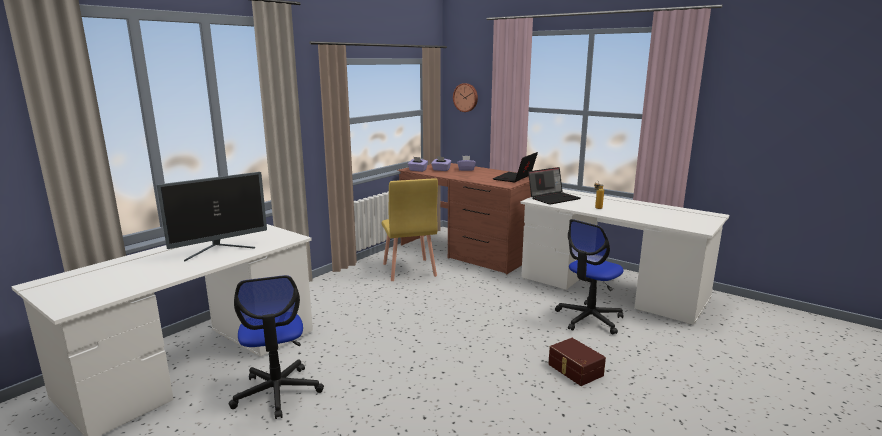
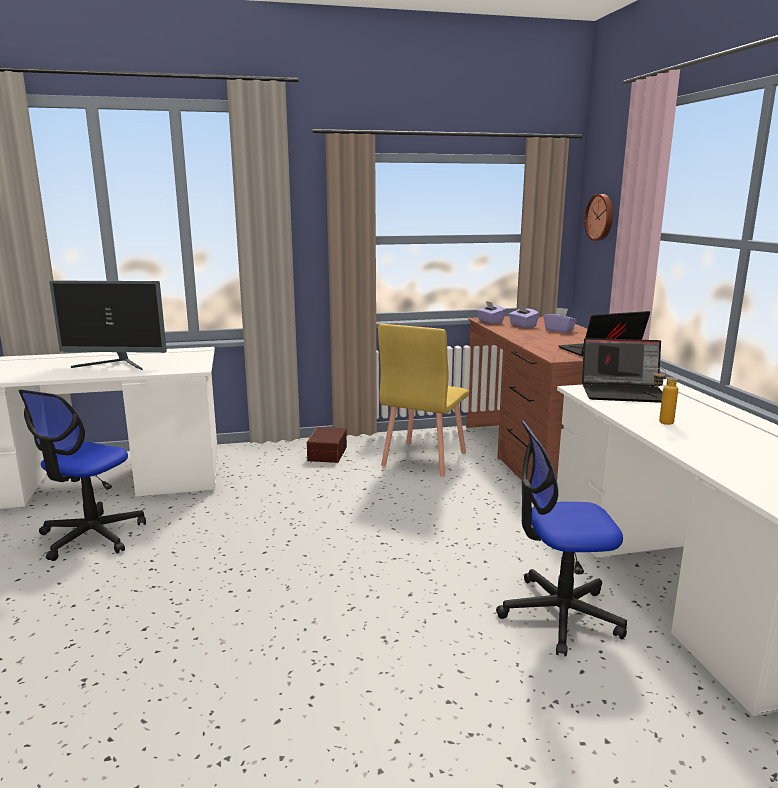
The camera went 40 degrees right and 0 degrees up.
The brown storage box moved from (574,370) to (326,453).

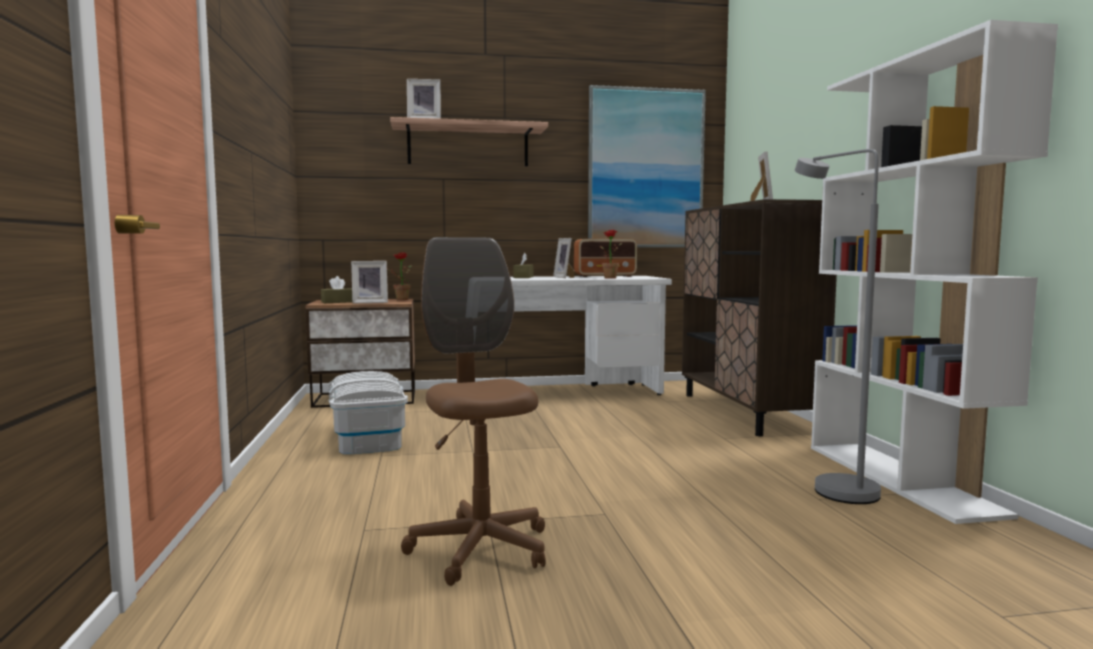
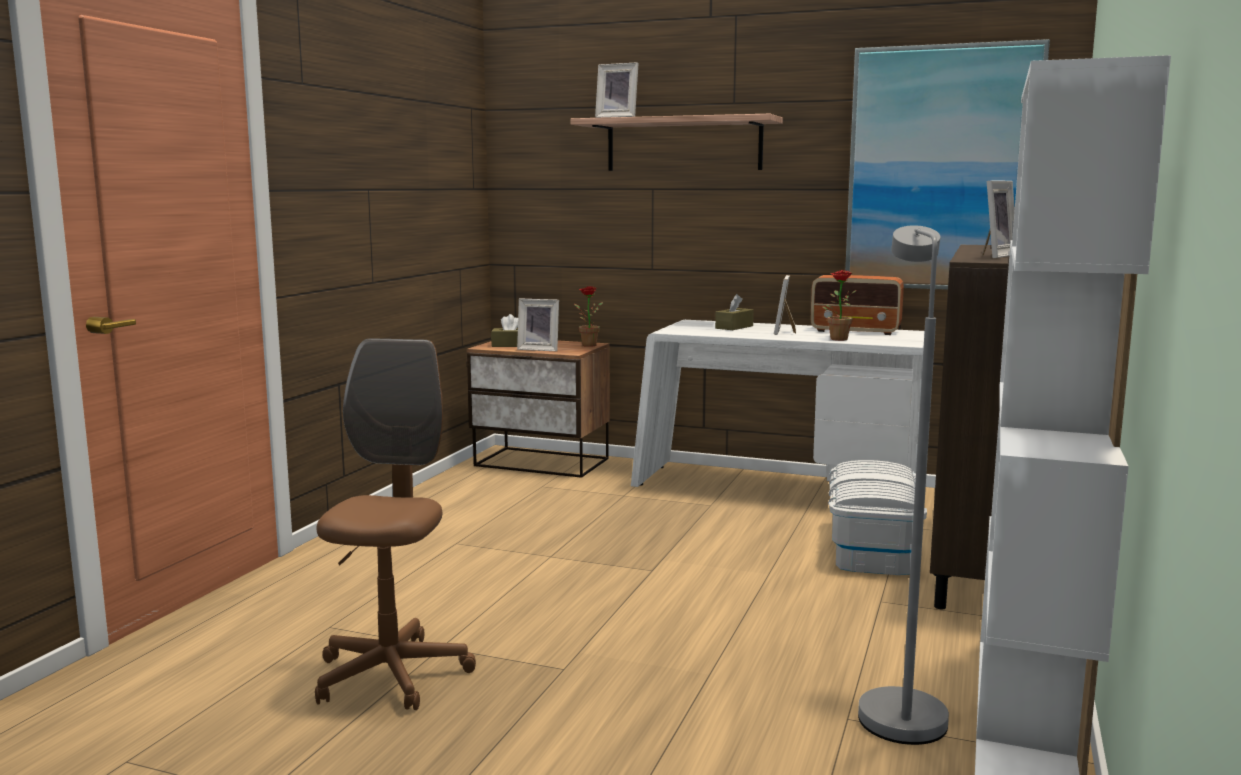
The camera went 30 degrees right and 5 degrees up.
The white storage box moved from (367,437) to (871,548).

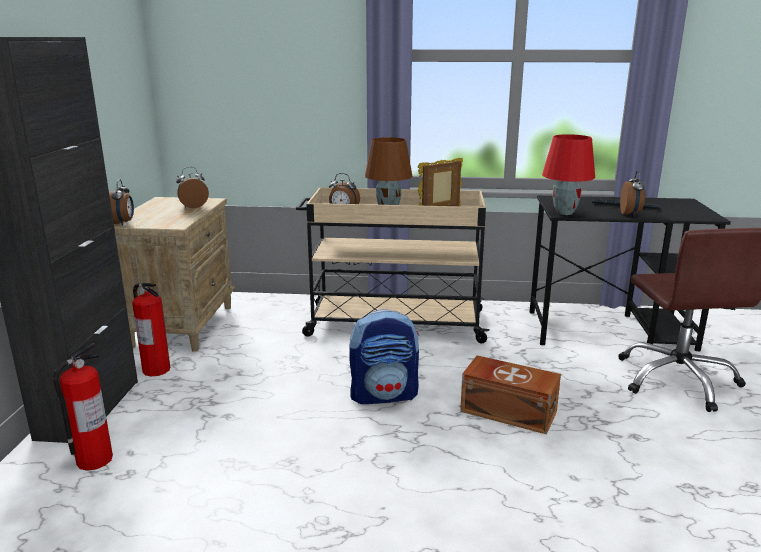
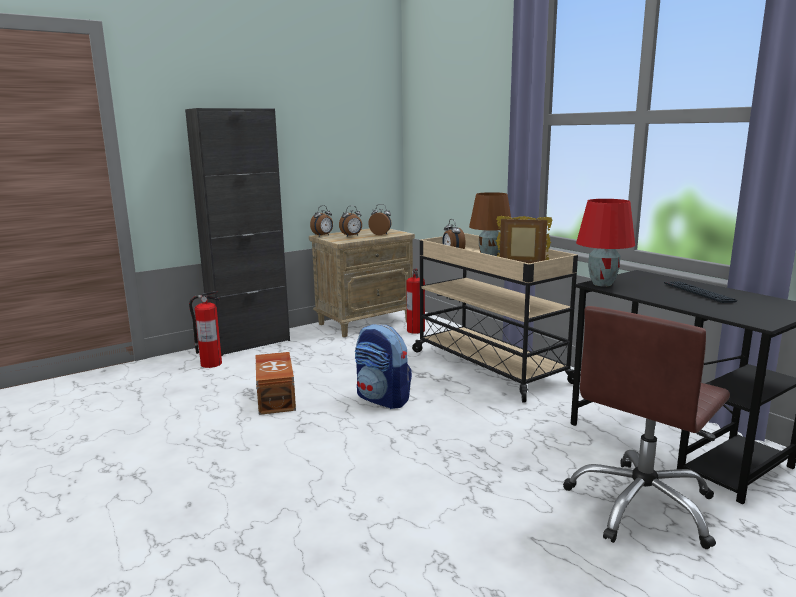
The camera went 50 degrees right and 5 degrees down.
The alarm clock moved from (630,214) to (352,236).
The fire extinguisher moved from (156,369) to (415,330).
The brown storage box moved from (507,410) to (277,397).

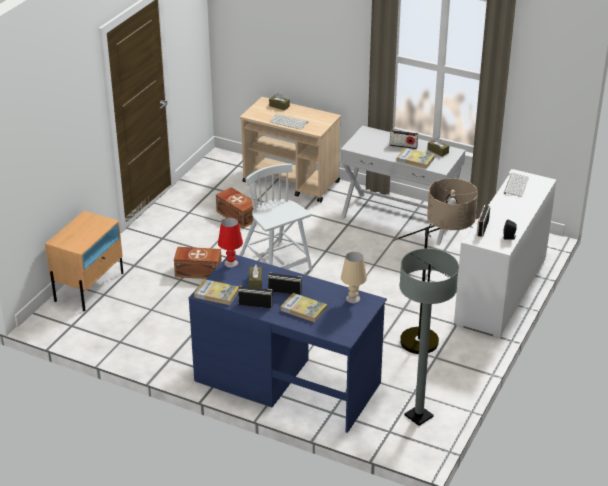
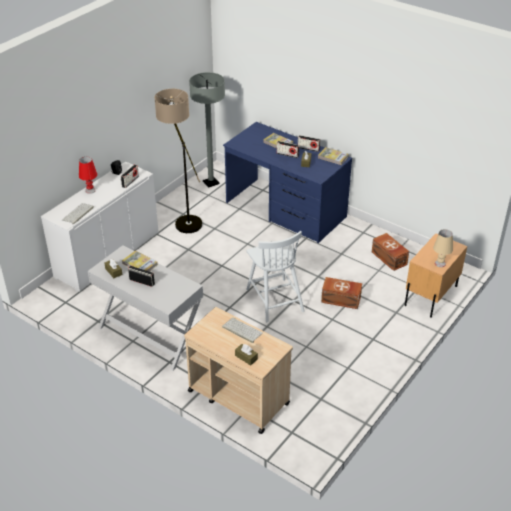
The camera went 170 degrees left and 5 degrees up.
The brown storage box moved from (237,215) to (389,258).
The red table lamp moved from (231,263) to (90,190).
The beige table lamp moved from (353,299) to (440,263).

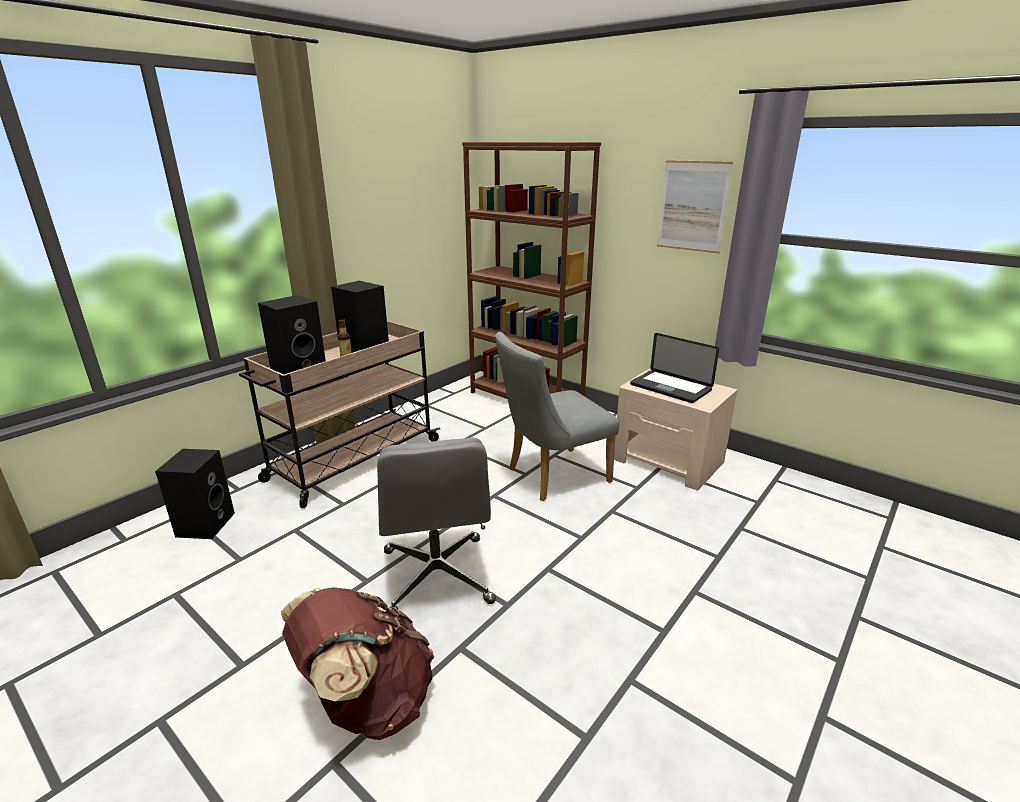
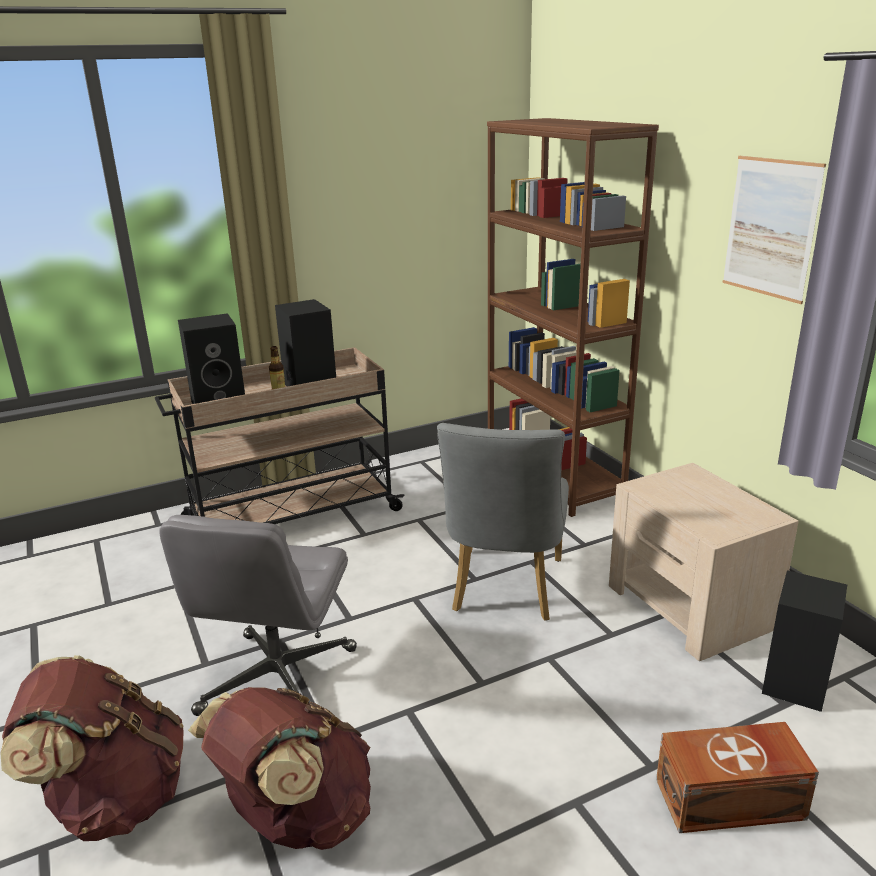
The camera went 25 degrees right and 0 degrees up.
The grey chair at (551,476) turned 75 degrees counterclockwise.
The laptop at (670,387) disappeared.
The black speaker moved from (205,524) to (793,681).
The brown backpack at (296,817) appeared.
The brown storage box at (732,800) appeared.

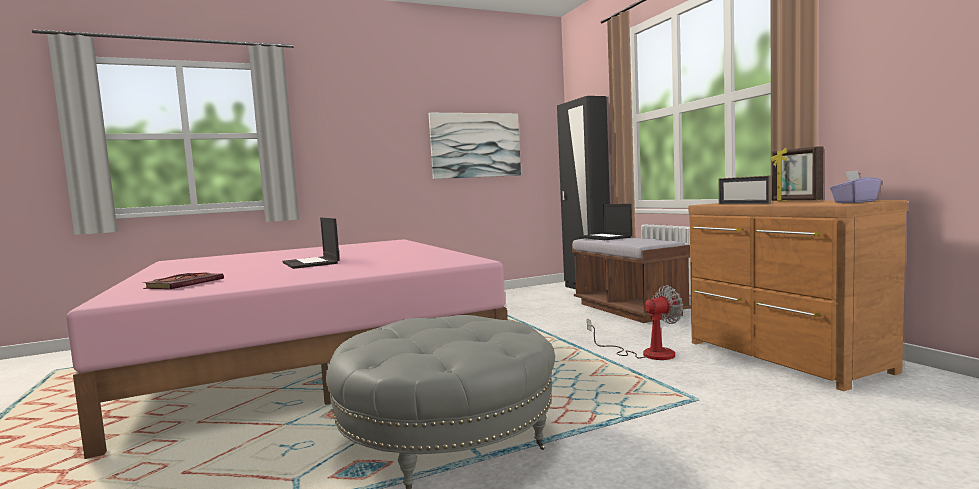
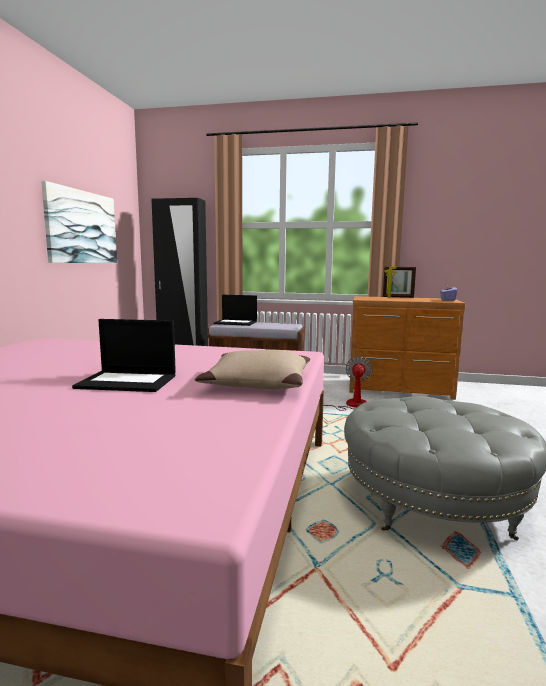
The camera went 55 degrees left and 5 degrees up.
The picture frame at (743,204) disappeared.
The book at (185,284) disappeared.
The beige pillow at (257,383) appeared.

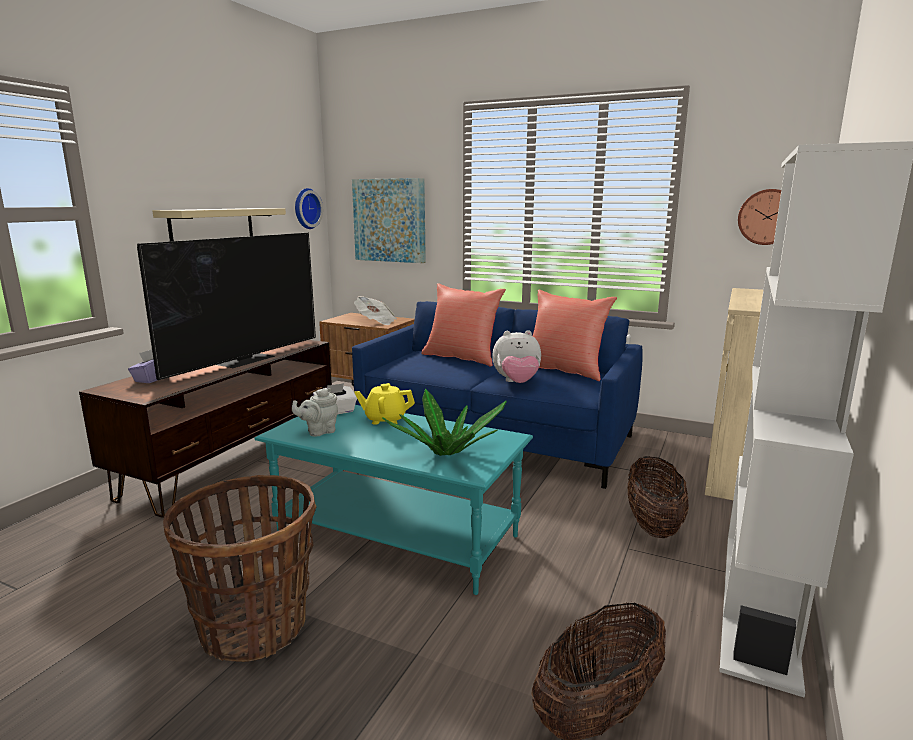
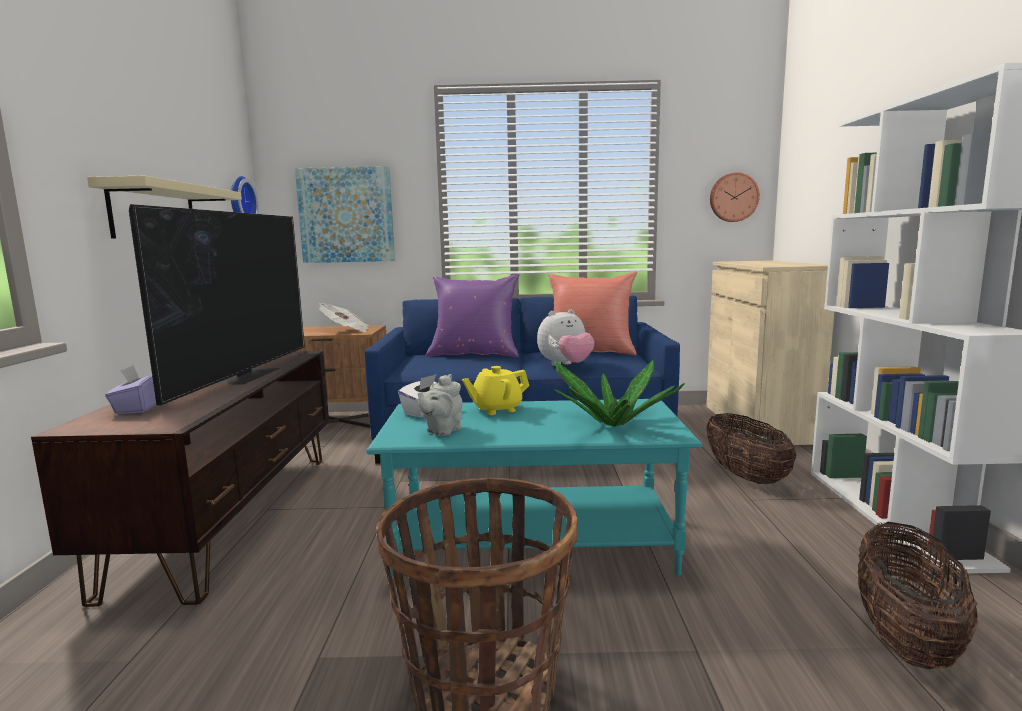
The camera went 25 degrees left and 5 degrees down.
The red pillow at (462,357) became the purple pillow at (474,354).

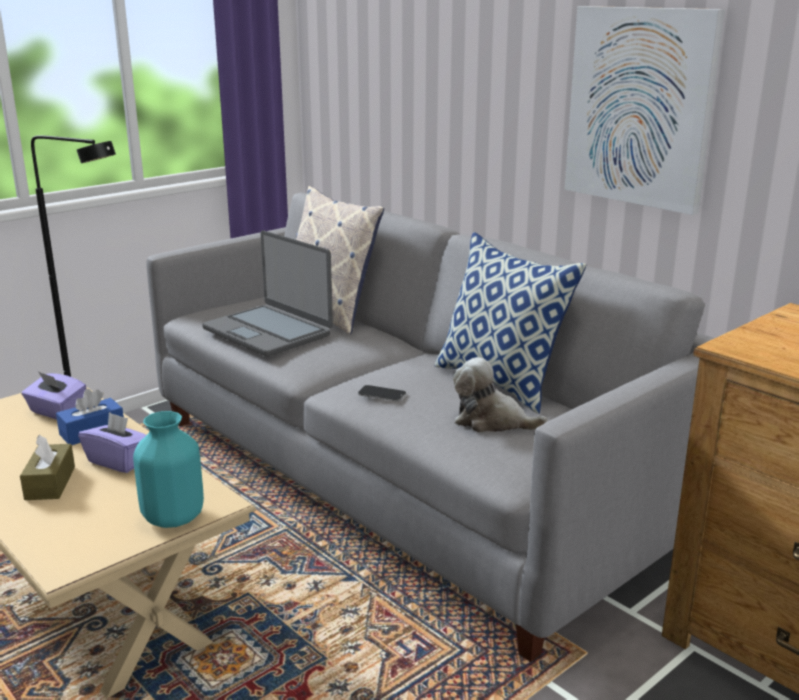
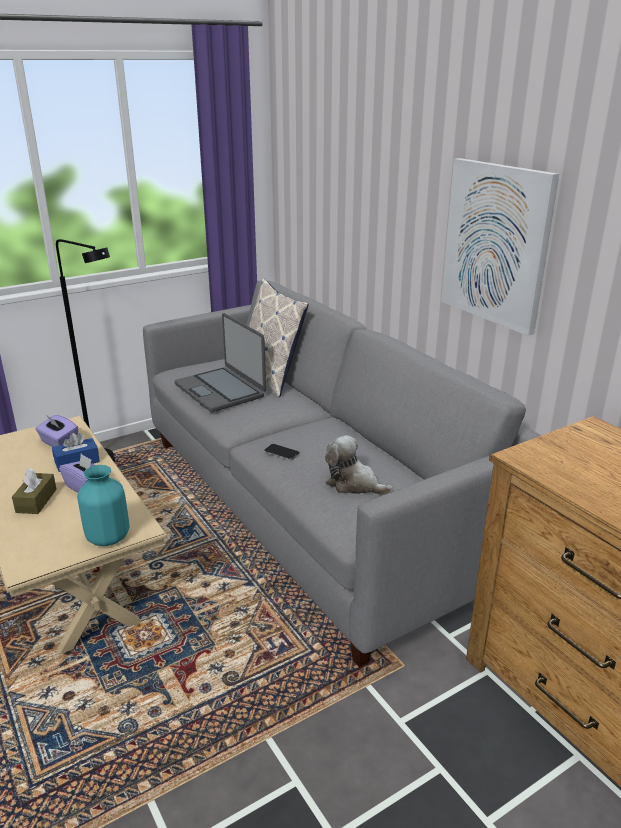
The camera went 10 degrees right and 5 degrees up.
The pillow at (501,383) disappeared.

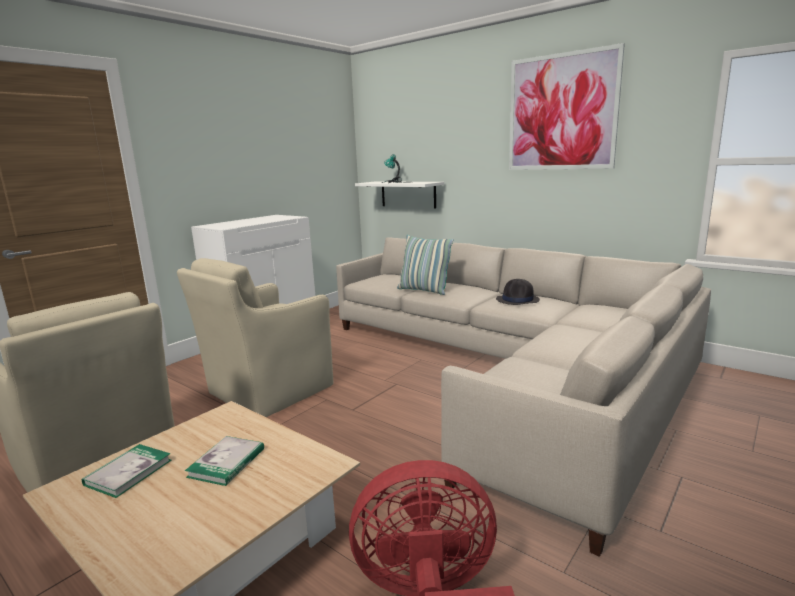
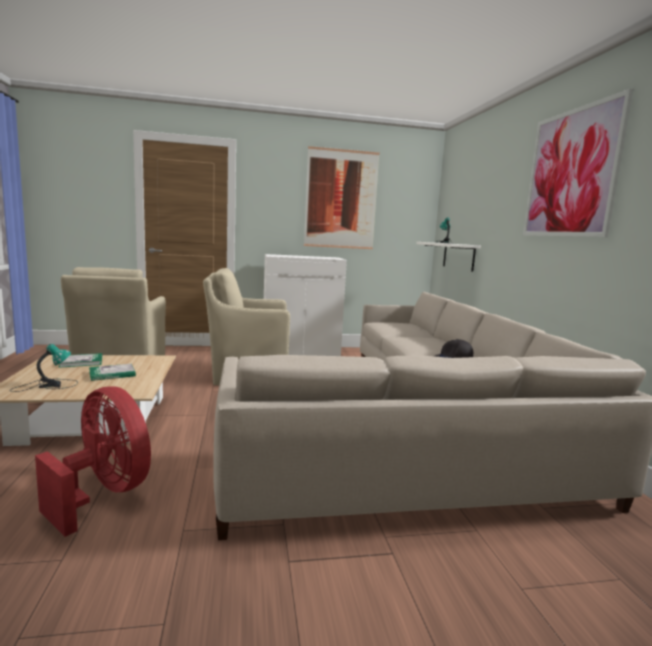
The camera went 40 degrees right and 5 degrees down.
The pillow at (424,290) disappeared.
The picture at (341,199) appeared.
The table lamp at (47,385) appeared.

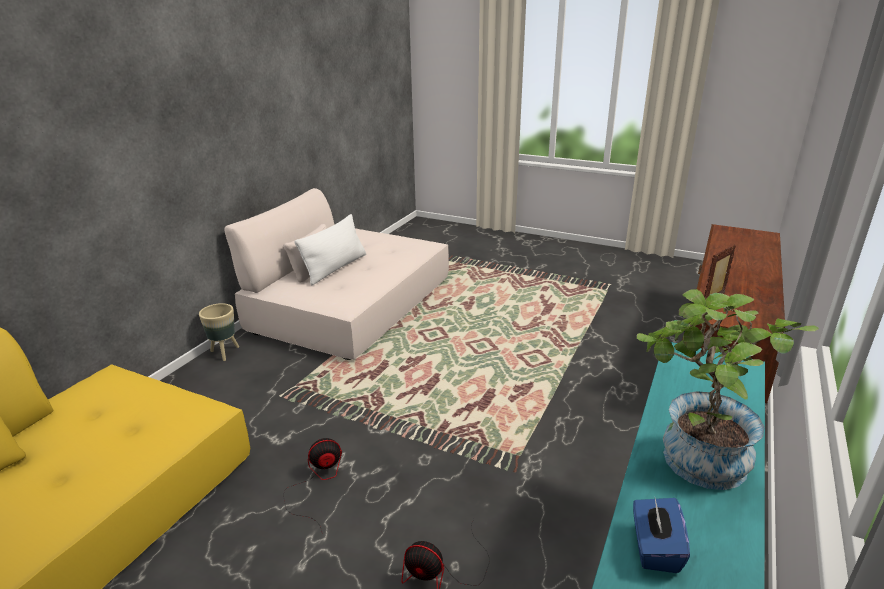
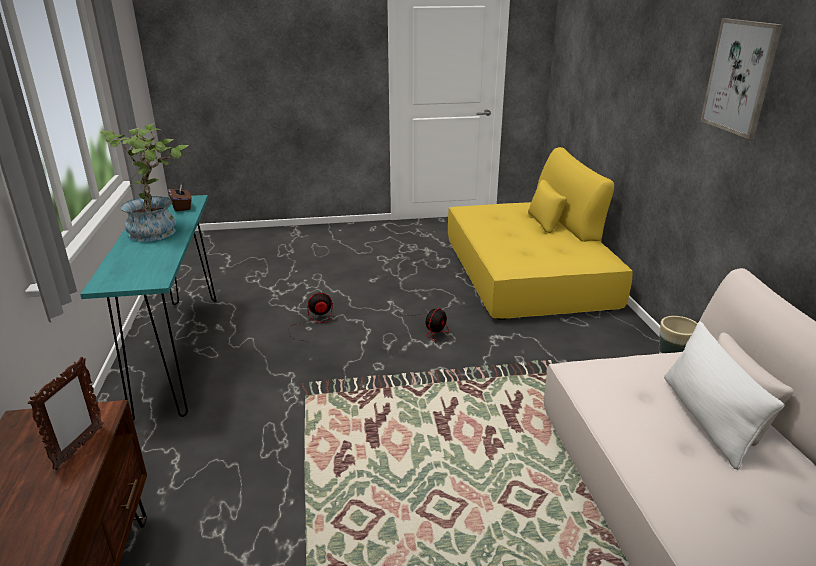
The camera went 145 degrees right and 0 degrees up.
The blue tissue box at (655,548) became the brown tissue box at (182,207).
The picture at (740,77) appeared.

